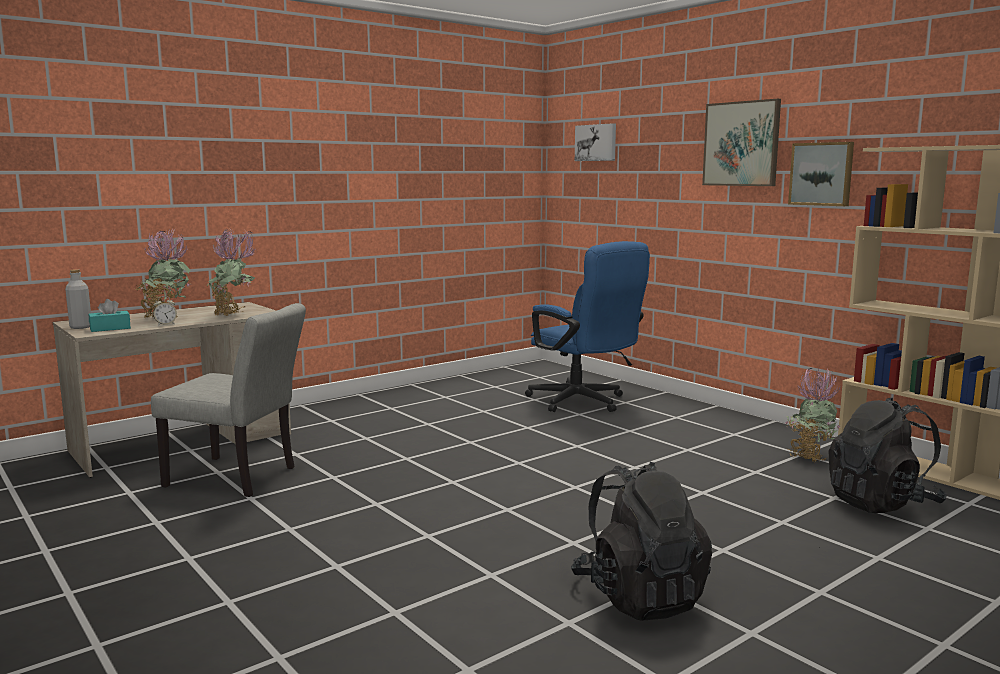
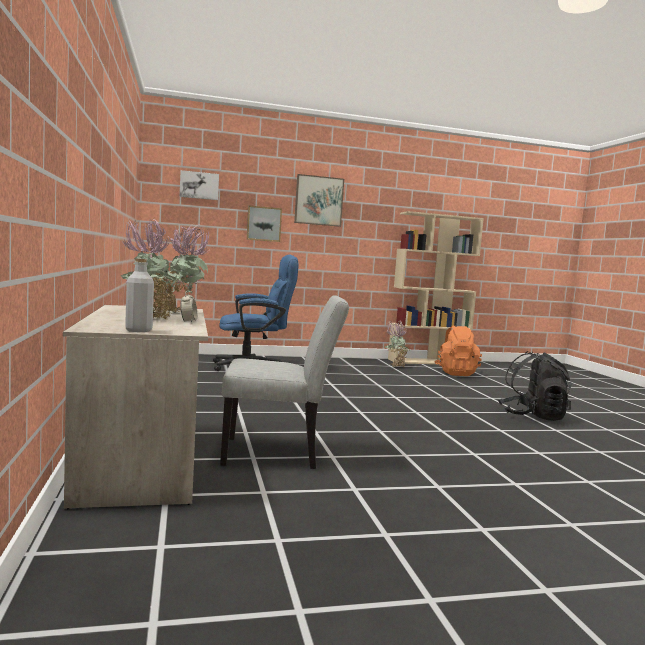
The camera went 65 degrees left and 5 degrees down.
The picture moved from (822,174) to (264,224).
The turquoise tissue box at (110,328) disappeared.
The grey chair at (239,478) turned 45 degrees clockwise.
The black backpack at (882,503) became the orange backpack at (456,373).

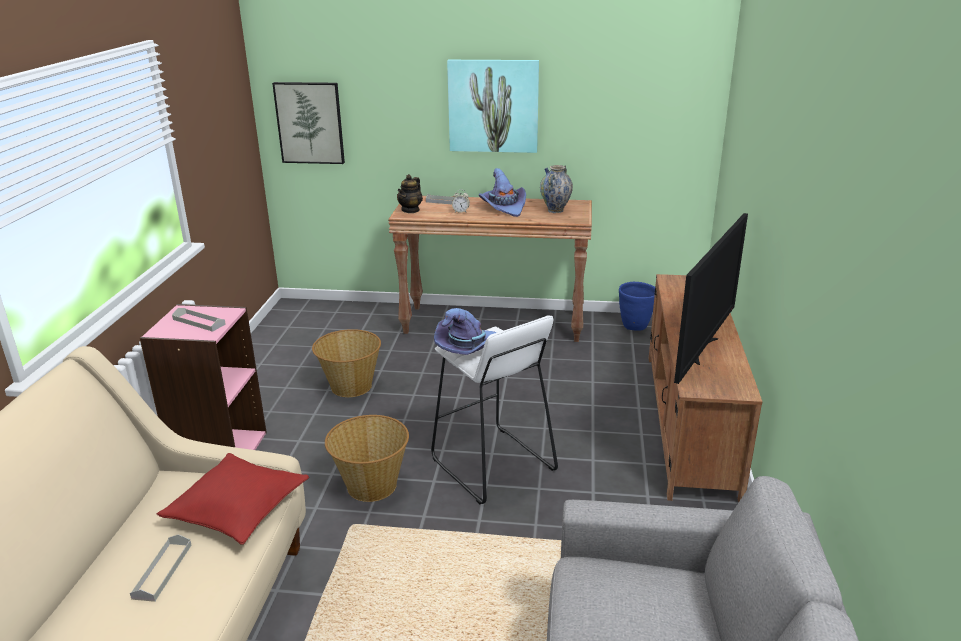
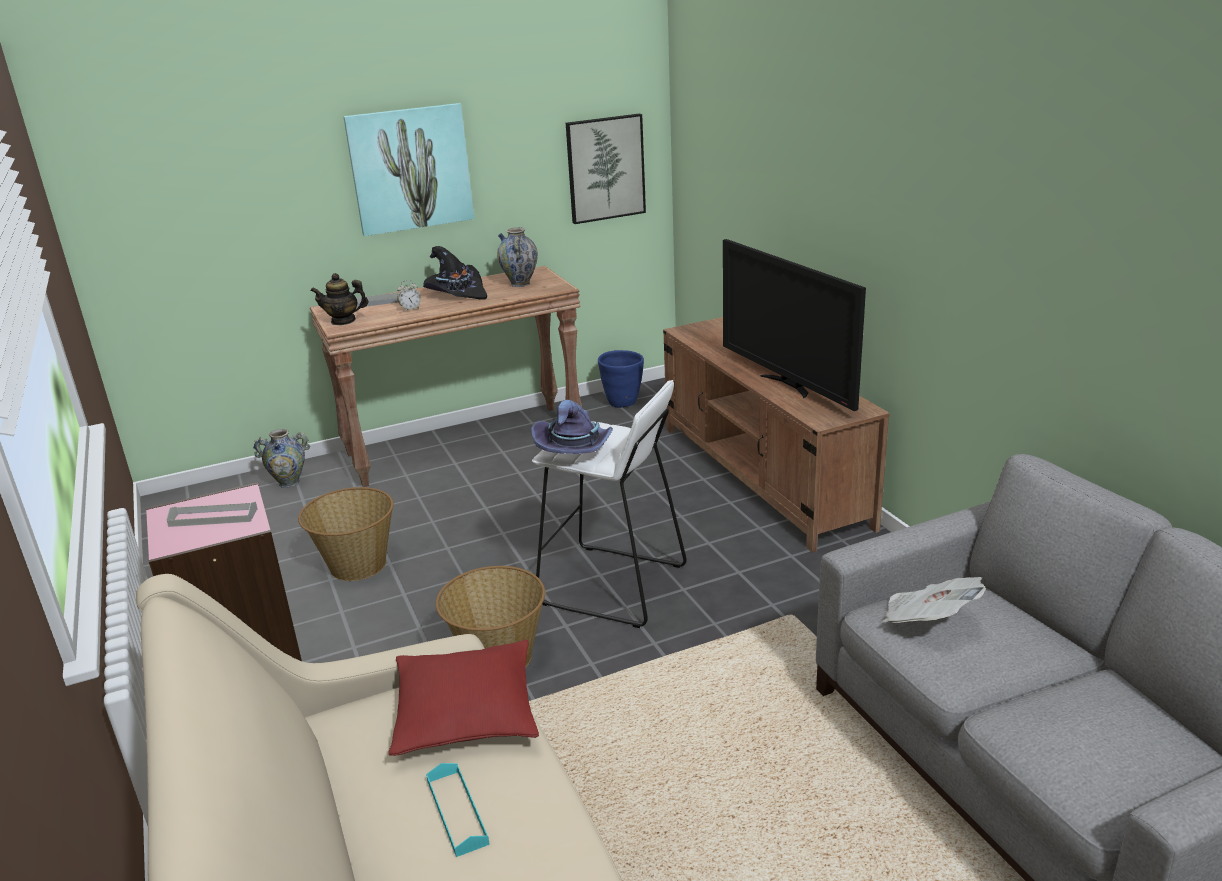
The camera went 30 degrees left and 0 degrees up.
The picture moved from (310,123) to (605,168).
The purple hat at (504,207) became the black hat at (456,293).
The teapot at (410,210) turned 90 degrees clockwise.
The television at (702,349) turned 150 degrees clockwise.
The grey tray at (162,571) became the turquoise tray at (457,812).
The vase at (289,483) appeared.
The newspaper at (928,621) appeared.

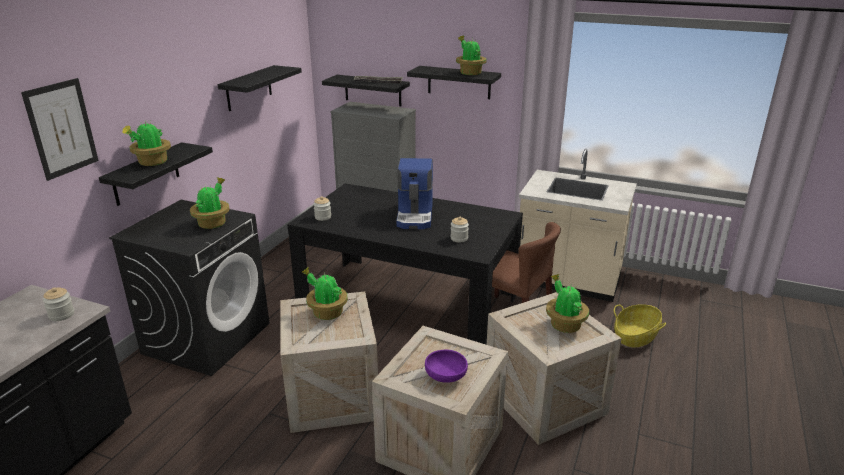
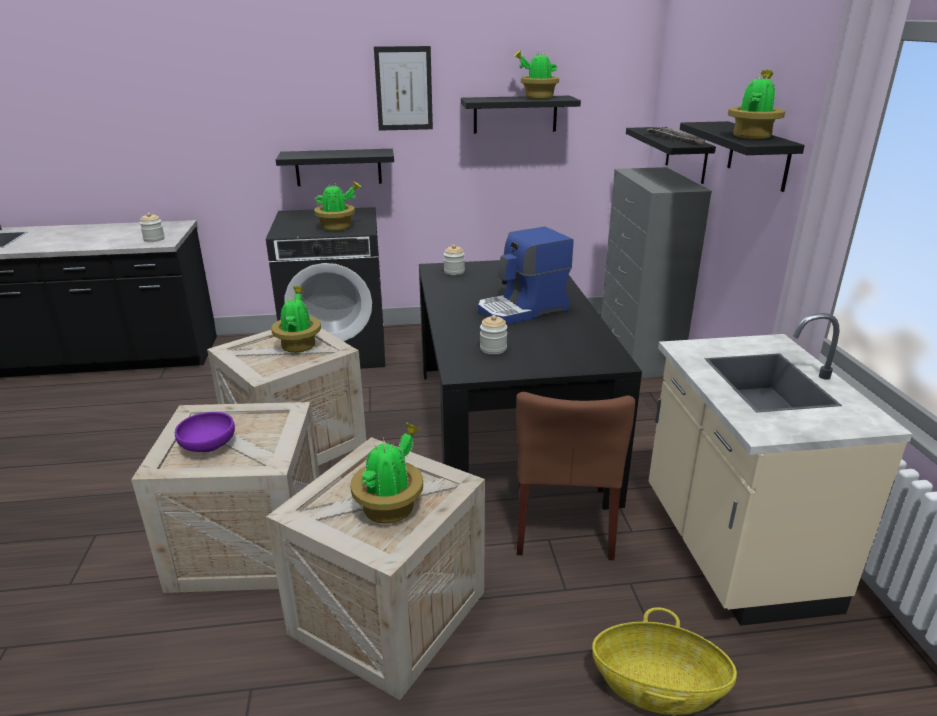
The camera went 60 degrees right and 0 degrees up.
The picture moved from (61,128) to (404,89).
The potted plant moved from (152,163) to (537,98).

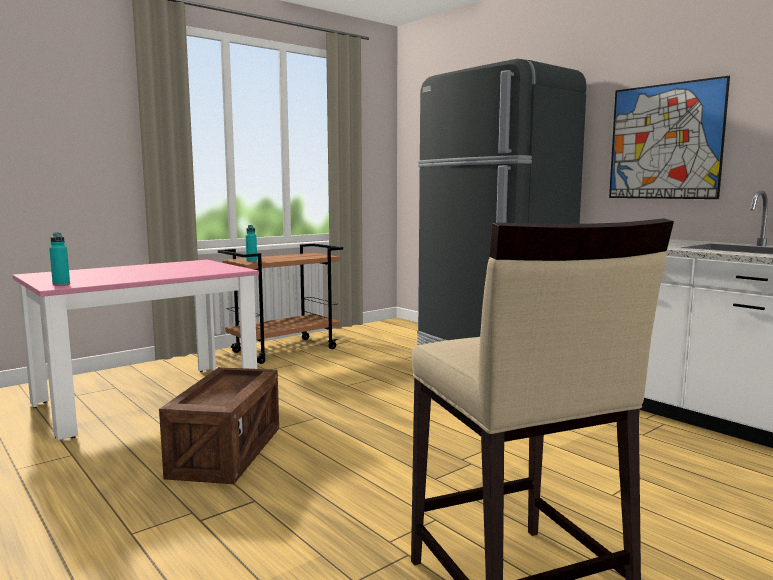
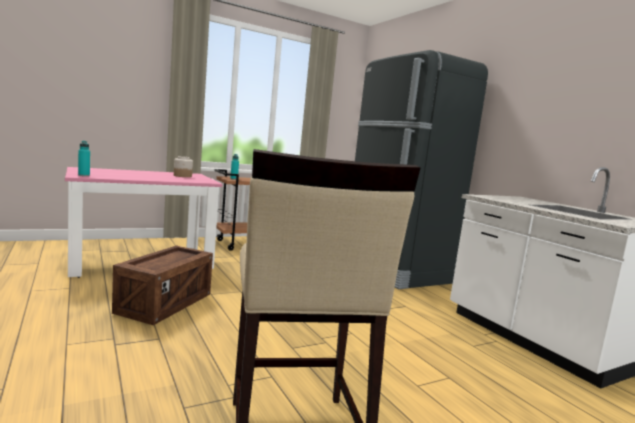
The camera went 10 degrees right and 0 degrees up.
The picture at (665,142) disappeared.
The jar at (182,176) appeared.

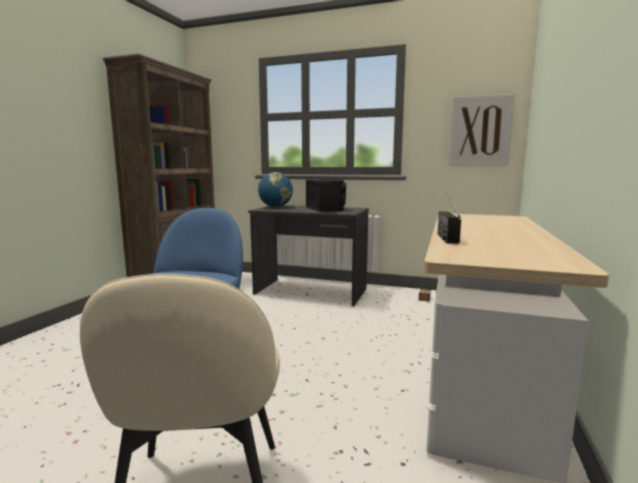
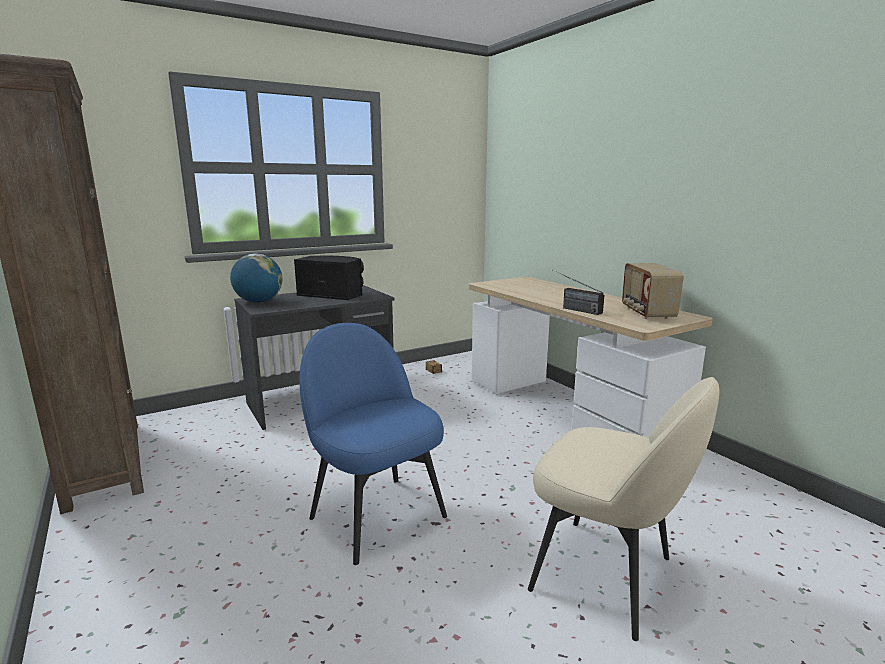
The camera went 50 degrees left and 5 degrees up.
The picture at (480,131) disappeared.
The radio at (646,313) appeared.

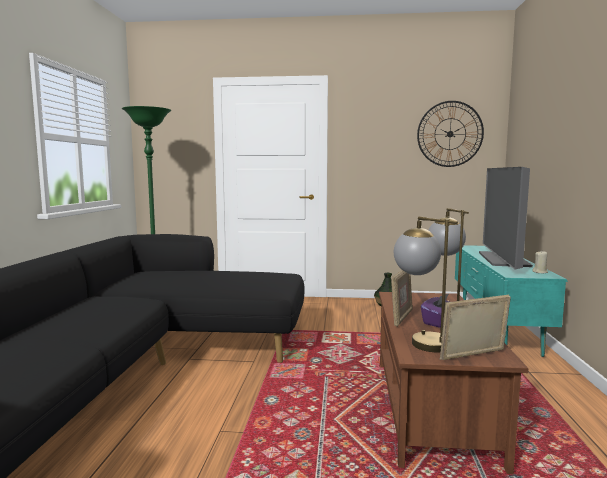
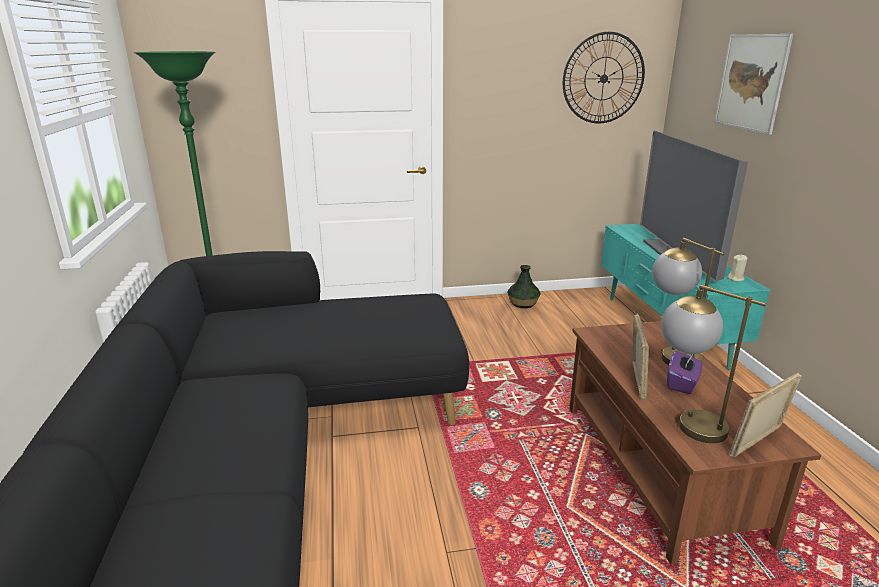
The camera went 15 degrees left and 15 degrees up.
The picture at (751,82) appeared.

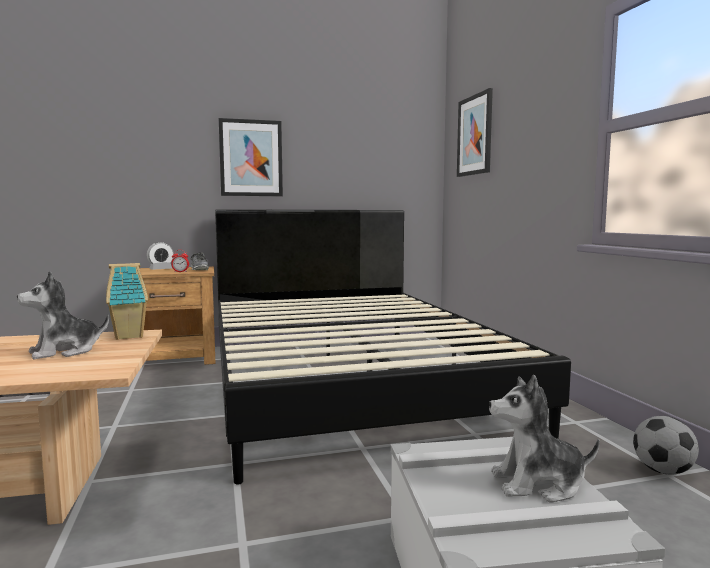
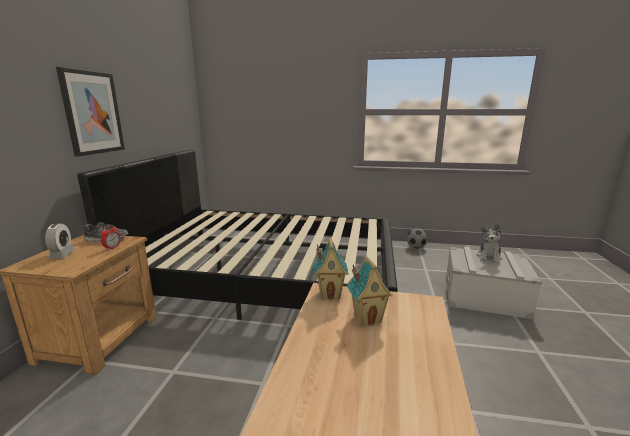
The camera went 65 degrees left and 10 degrees up.
The picture at (475,135) disappeared.
The plush toy at (64,351) was replaced by the toy house at (367,318).

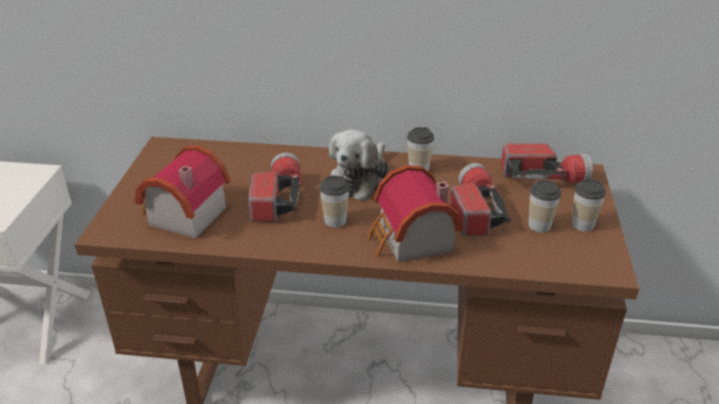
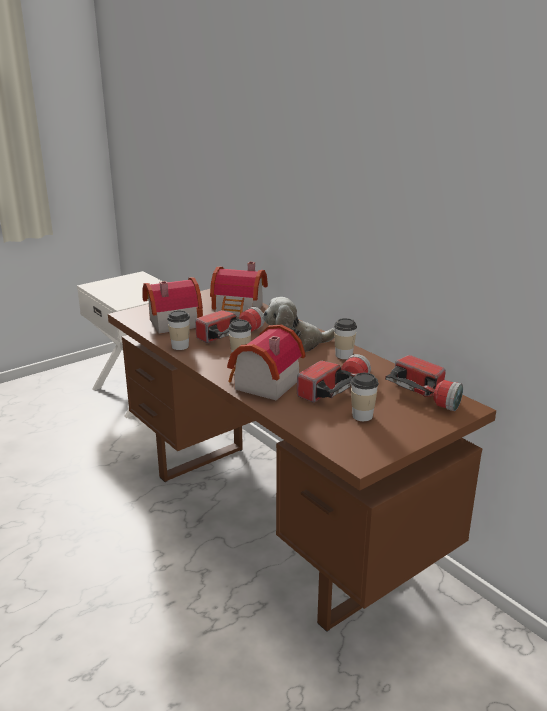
The camera went 45 degrees right and 10 degrees down.
The cup moved from (582,224) to (180,346).
The toy house at (240,311) appeared.

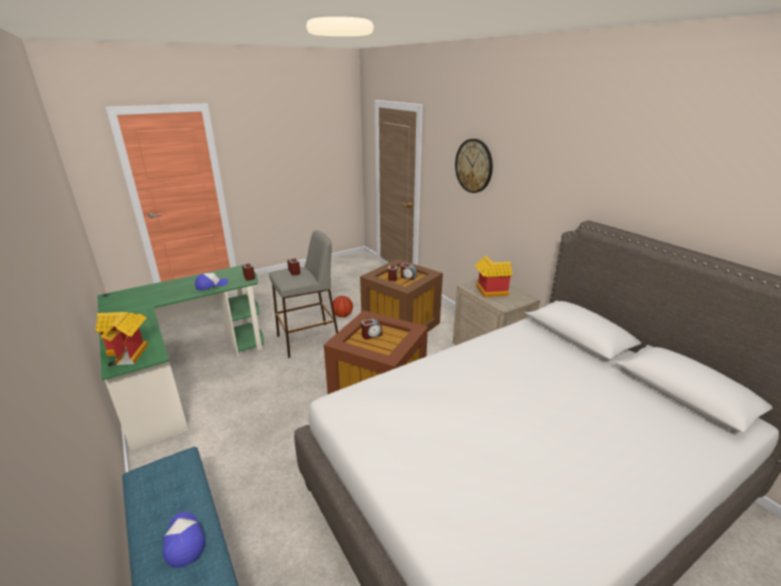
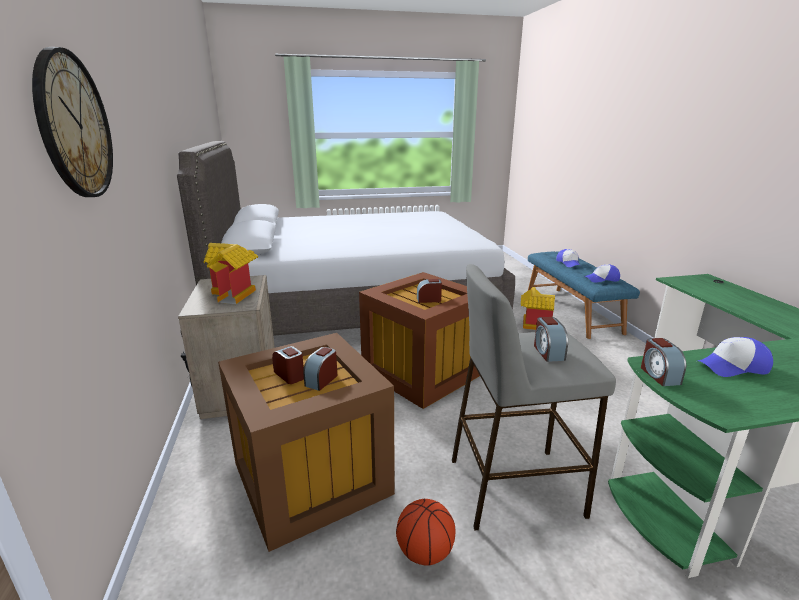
The camera went 160 degrees left and 5 degrees down.
The toy house moved from (130,353) to (532,325).
The cap at (602,279) appeared.

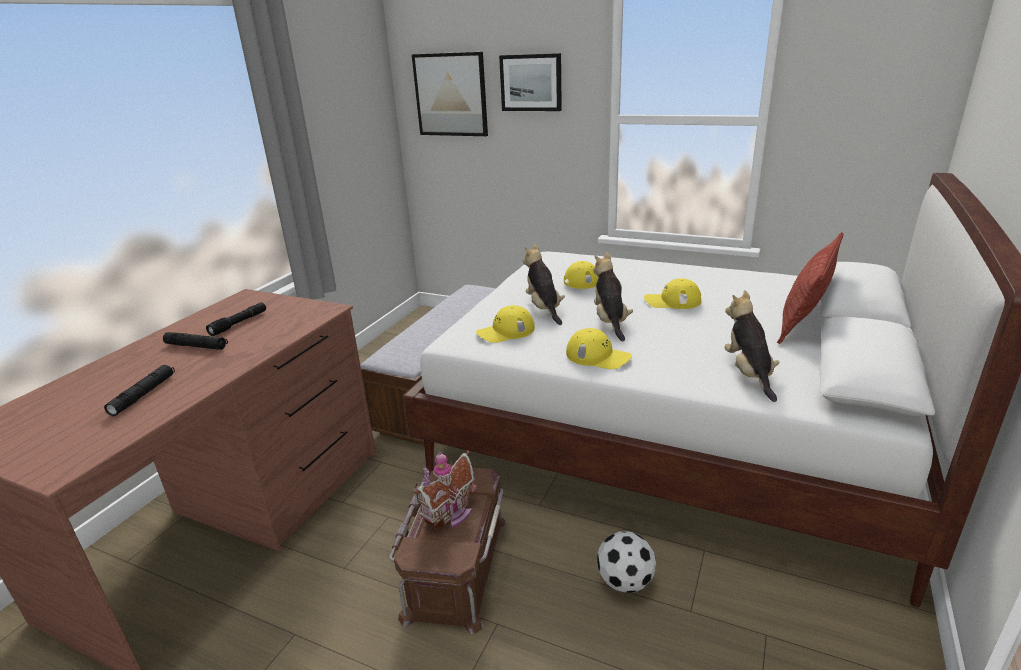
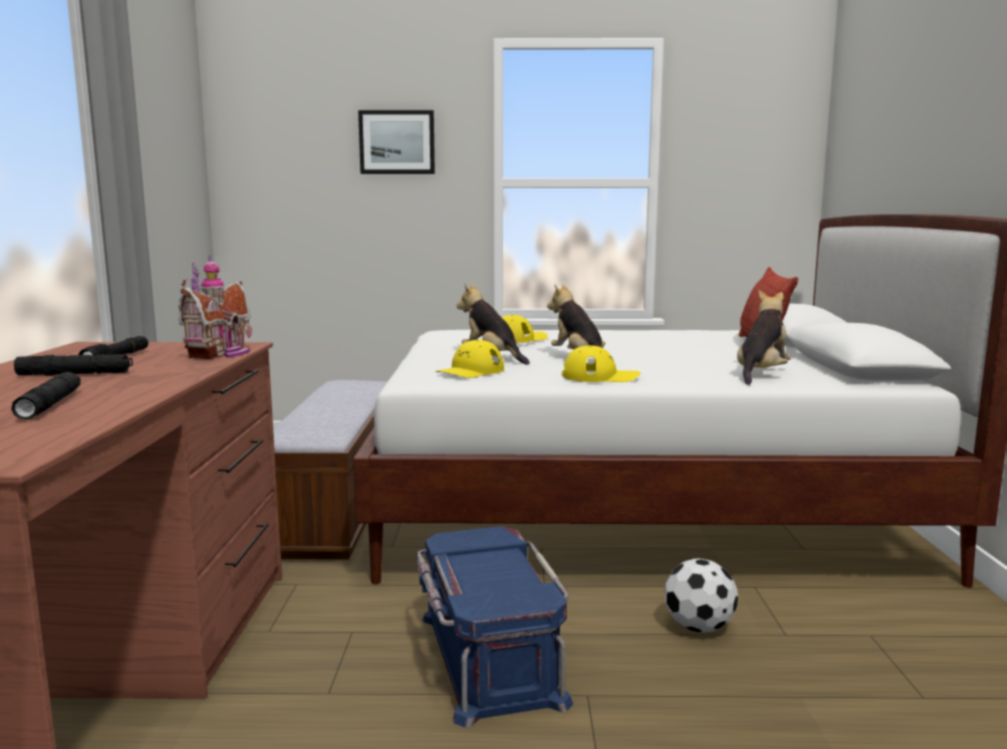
The camera went 25 degrees left and 15 degrees down.
The picture at (451,95) disappeared.
The yellow cap at (672,301) disappeared.
The plush toy at (748,373) turned 60 degrees clockwise.
The toy house moved from (451,514) to (223,354).
The brown storage box at (455,566) became the blue storage box at (487,657).

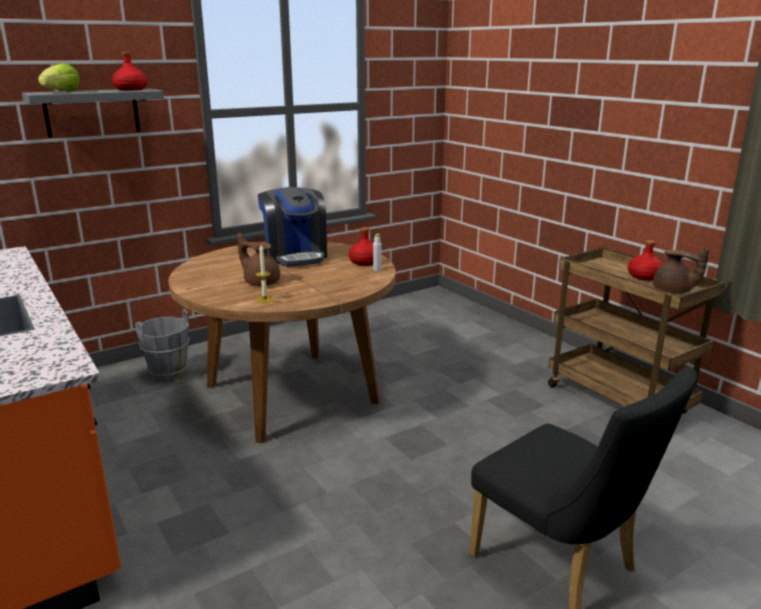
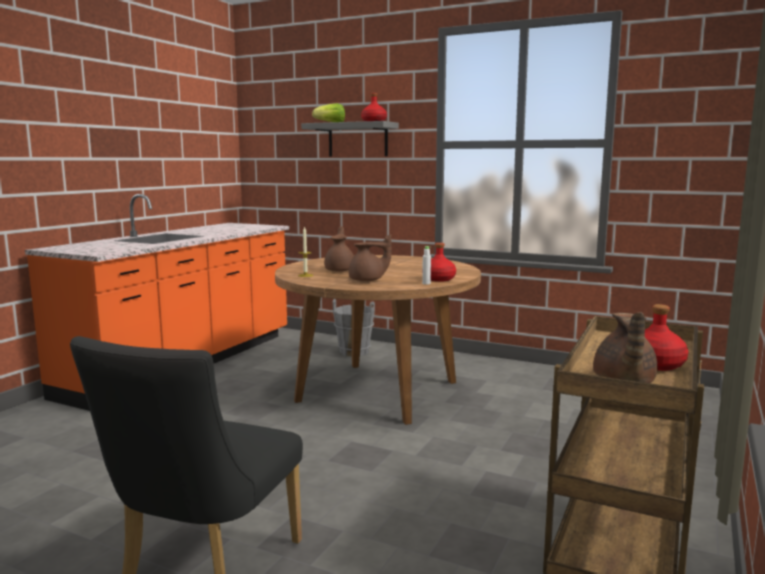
The camera went 60 degrees right and 10 degrees down.
The coffee machine at (295,256) disappeared.
The brown teapot at (368,280) appeared.

